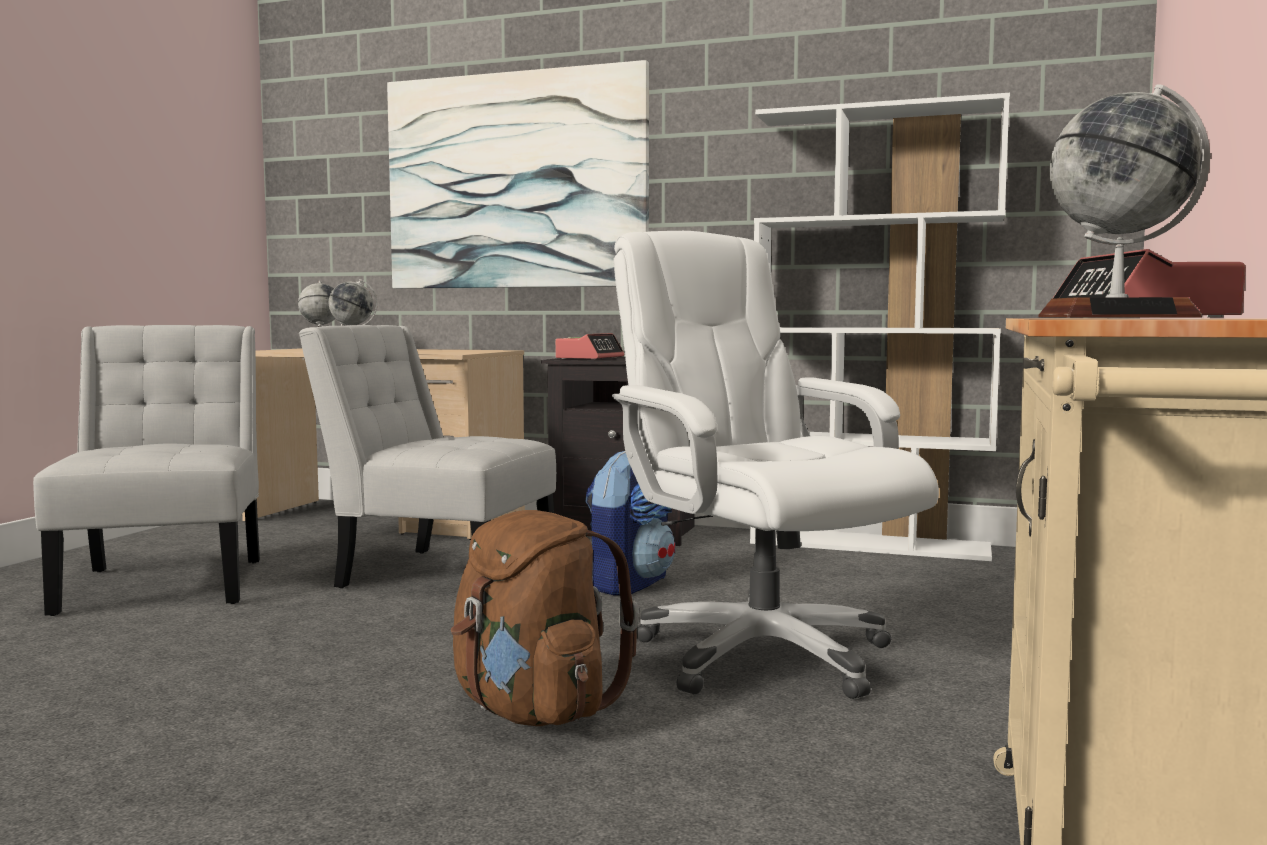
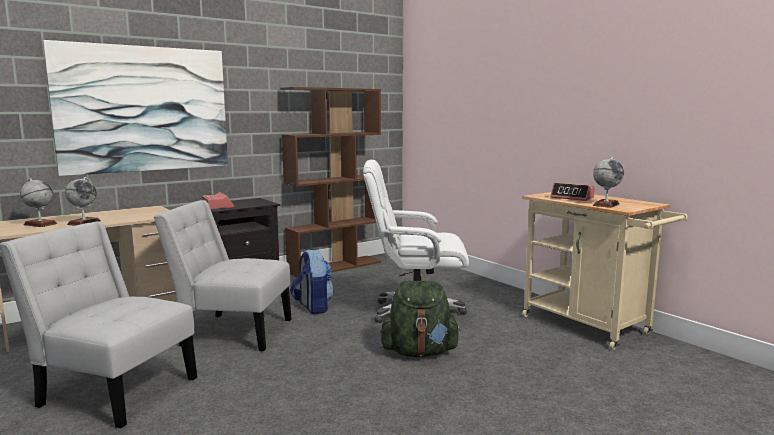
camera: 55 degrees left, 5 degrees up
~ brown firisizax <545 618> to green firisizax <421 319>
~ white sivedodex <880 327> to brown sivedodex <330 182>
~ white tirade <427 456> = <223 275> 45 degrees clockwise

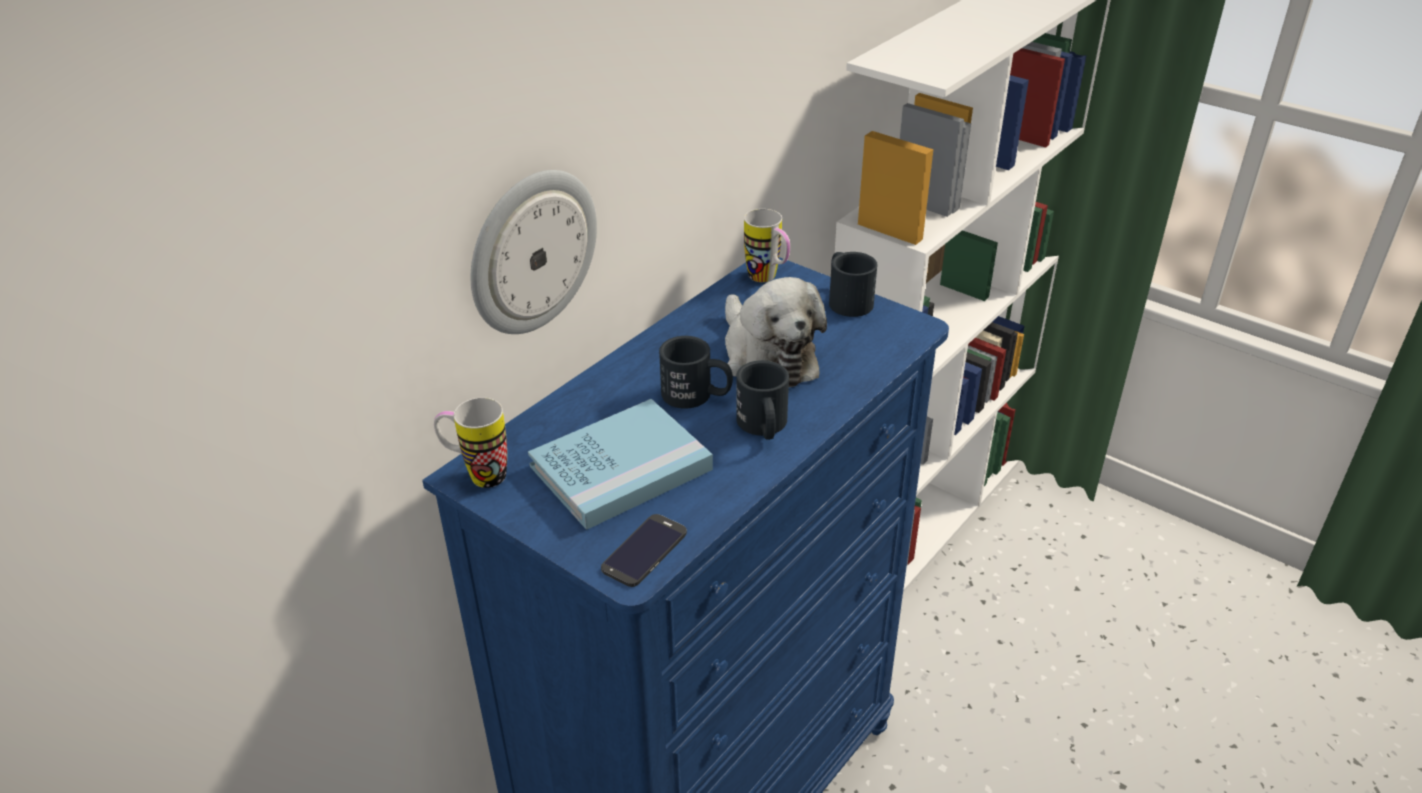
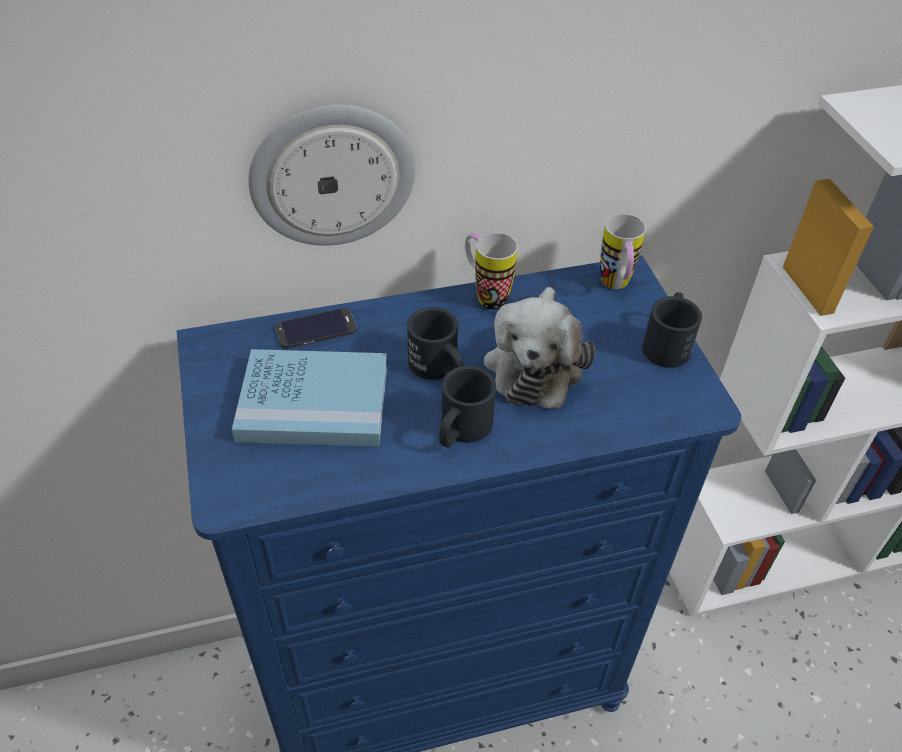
camera: 35 degrees right, 10 degrees up
~ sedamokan <470 443> to <491 271>
~ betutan <644 550> to <316 328>

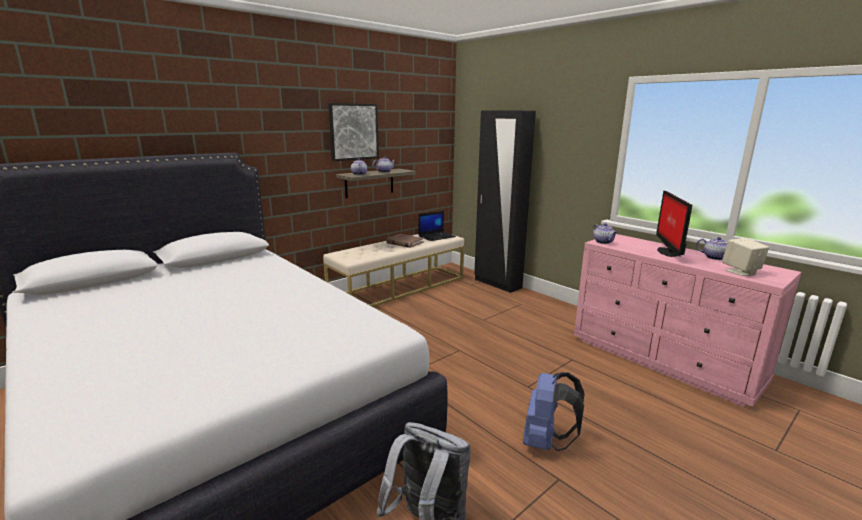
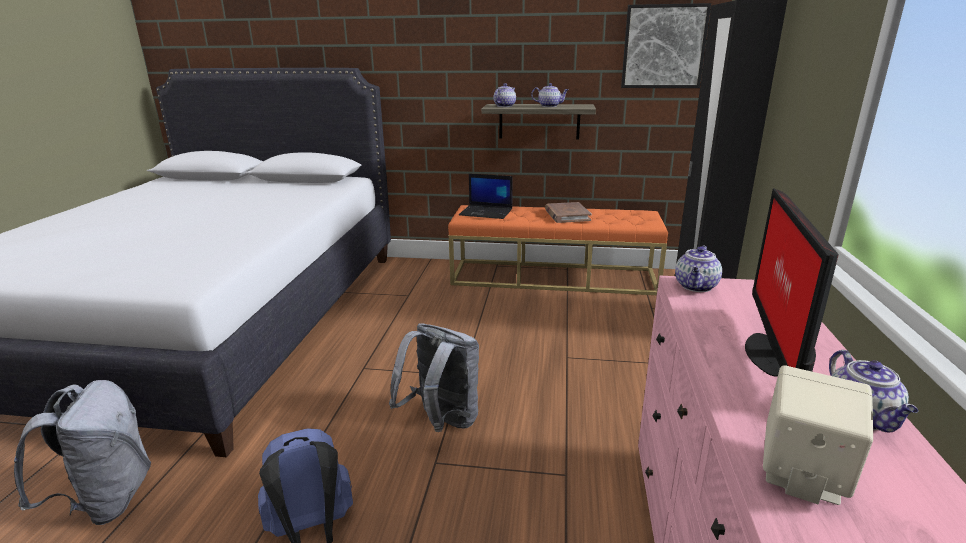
camera: 50 degrees right, 5 degrees up
+ grey firisizax <434 377>
~ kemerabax <353 132> to <666 45>
~ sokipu <437 226> to <486 196>
~ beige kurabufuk <393 270> to orange kurabufuk <558 250>
~ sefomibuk <674 224> = <792 283> 45 degrees counterclockwise

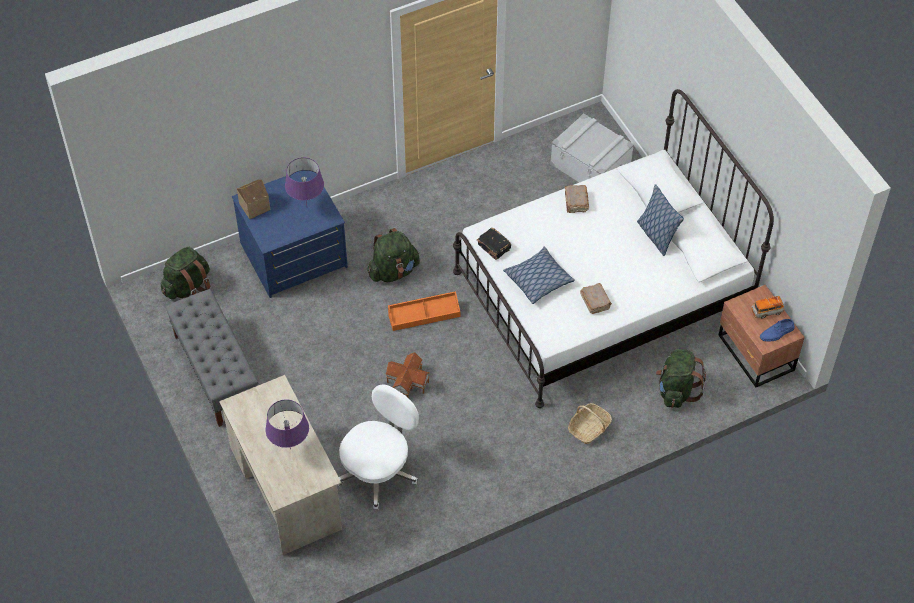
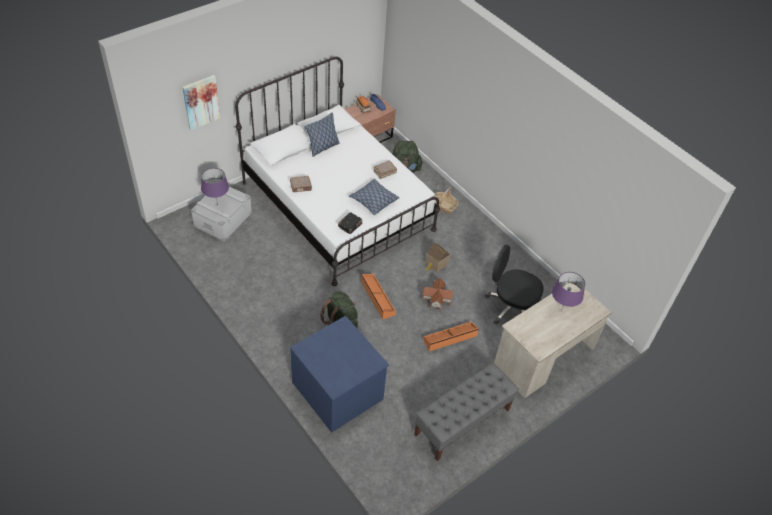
camera: 105 degrees left, 5 degrees down
- green firisizax <185 273>
+ kemerabax <201 102>
+ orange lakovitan <451 336>
~ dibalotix <253 199> to <437 258>
~ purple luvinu <304 181> to <215 186>
~ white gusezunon <378 446> to black gusezunon <514 284>

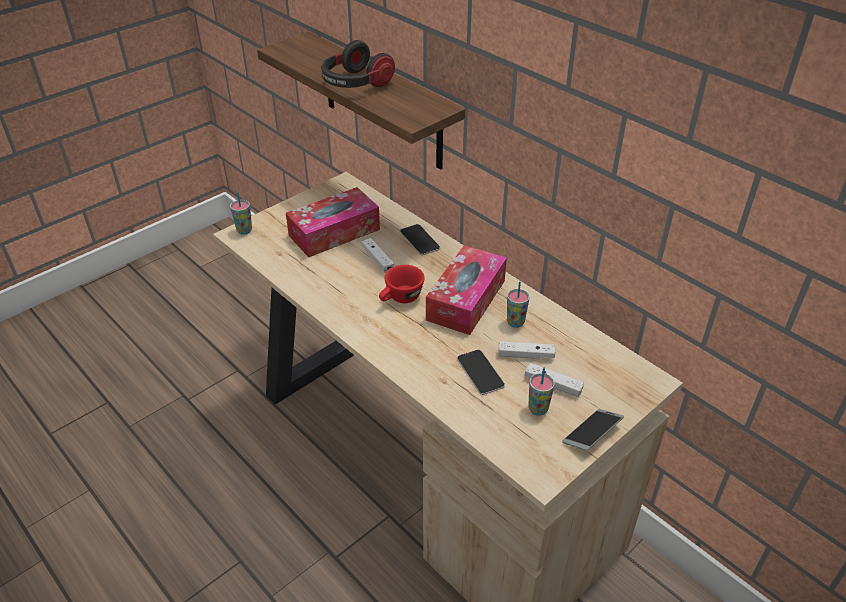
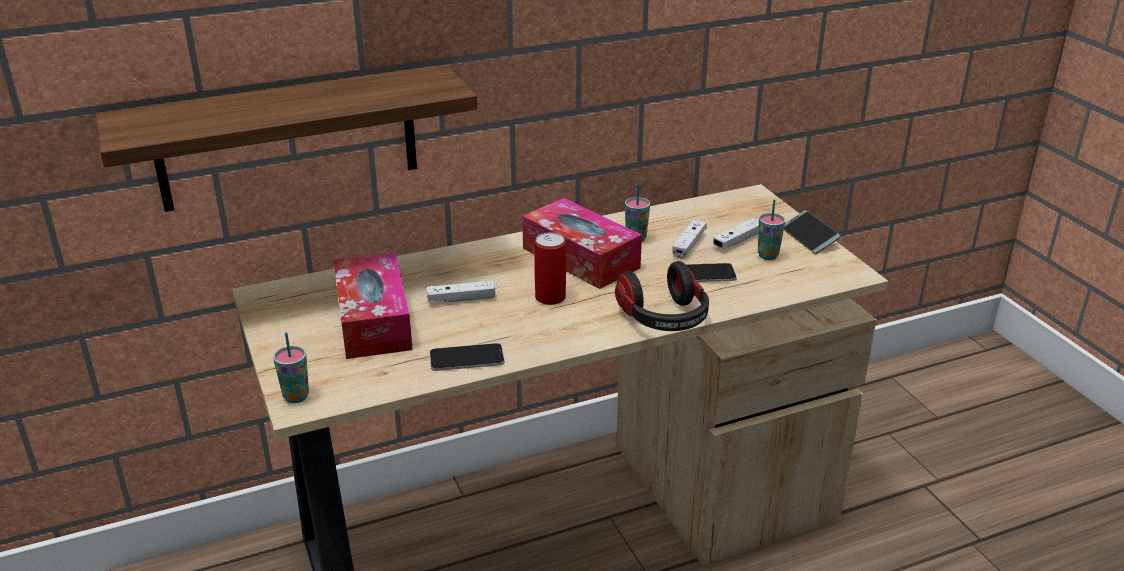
camera: 70 degrees left, 10 degrees down
~ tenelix <358 64> to <662 296>
~ betutan <420 239> to <467 357>
~ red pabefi <402 284> to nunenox <550 268>

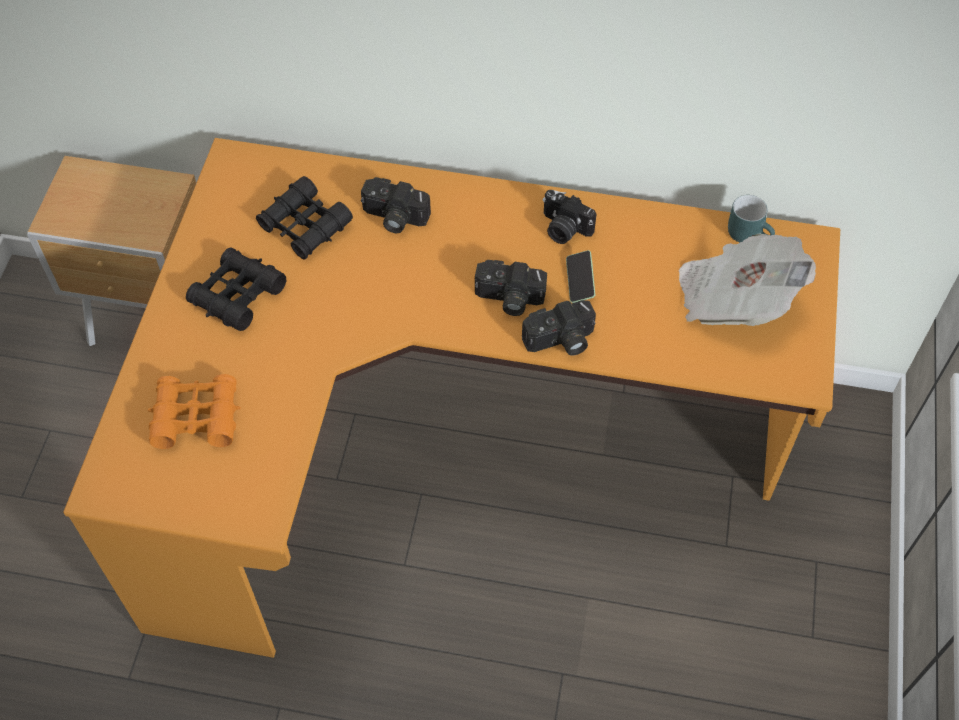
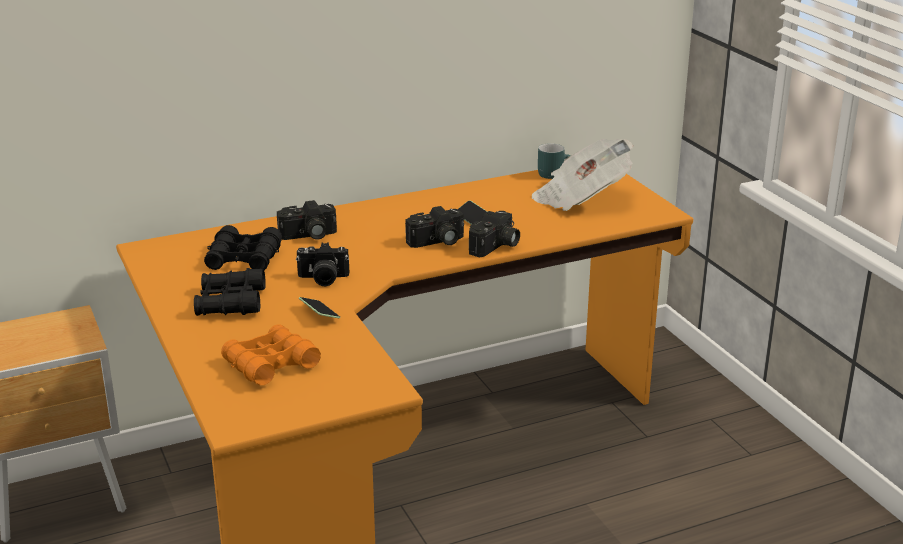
camera: 35 degrees left, 30 degrees down
+ betutan <319 307>
~ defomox <570 217> to <322 264>

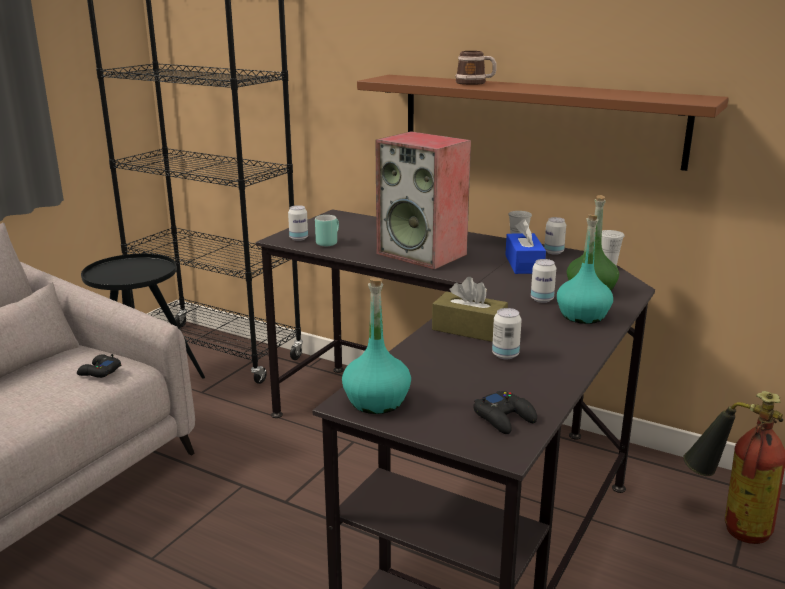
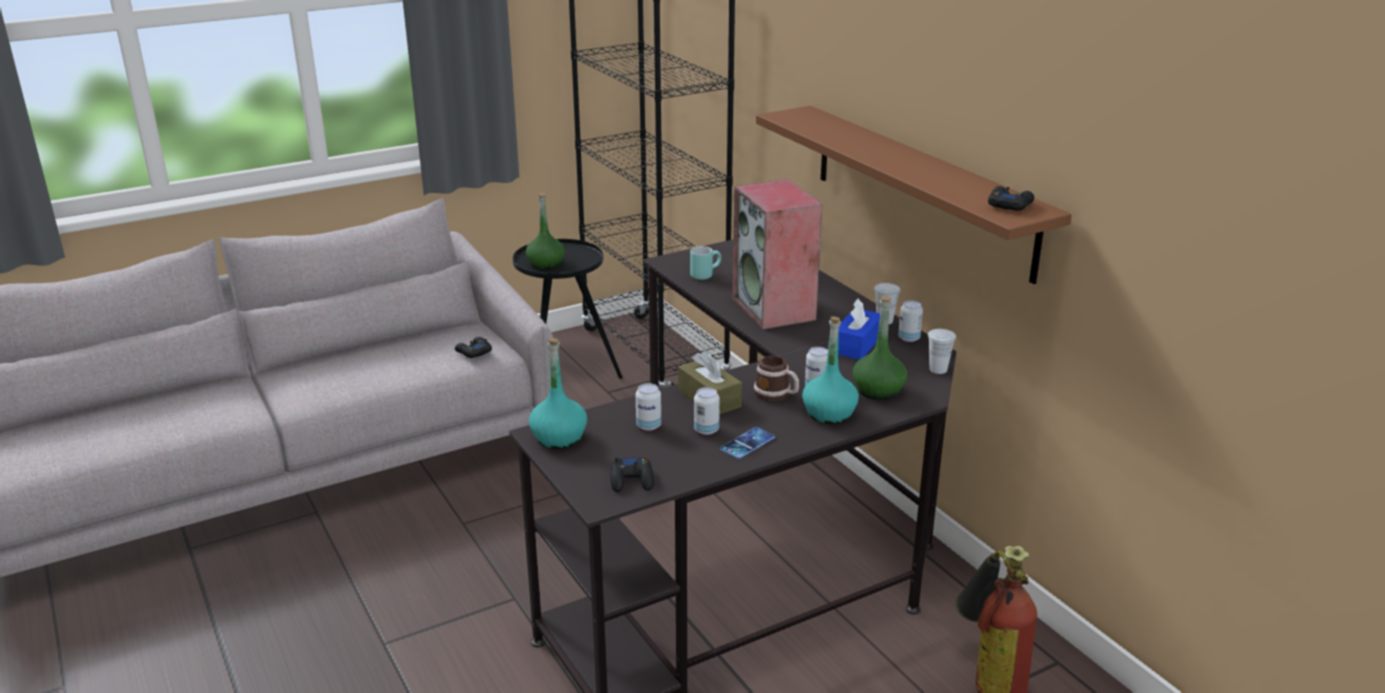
camera: 30 degrees right, 5 degrees up
+ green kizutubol <545 231>
+ betutan <747 443>
+ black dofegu <1011 198>
~ nunenox <298 223> to <648 407>
~ sedamokan <476 68> to <776 378>

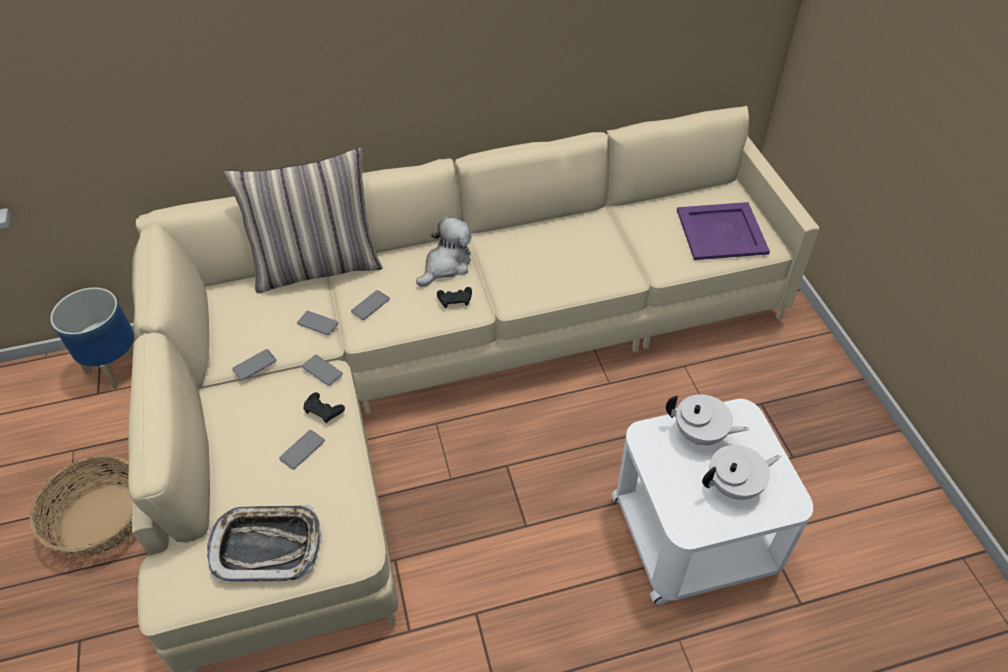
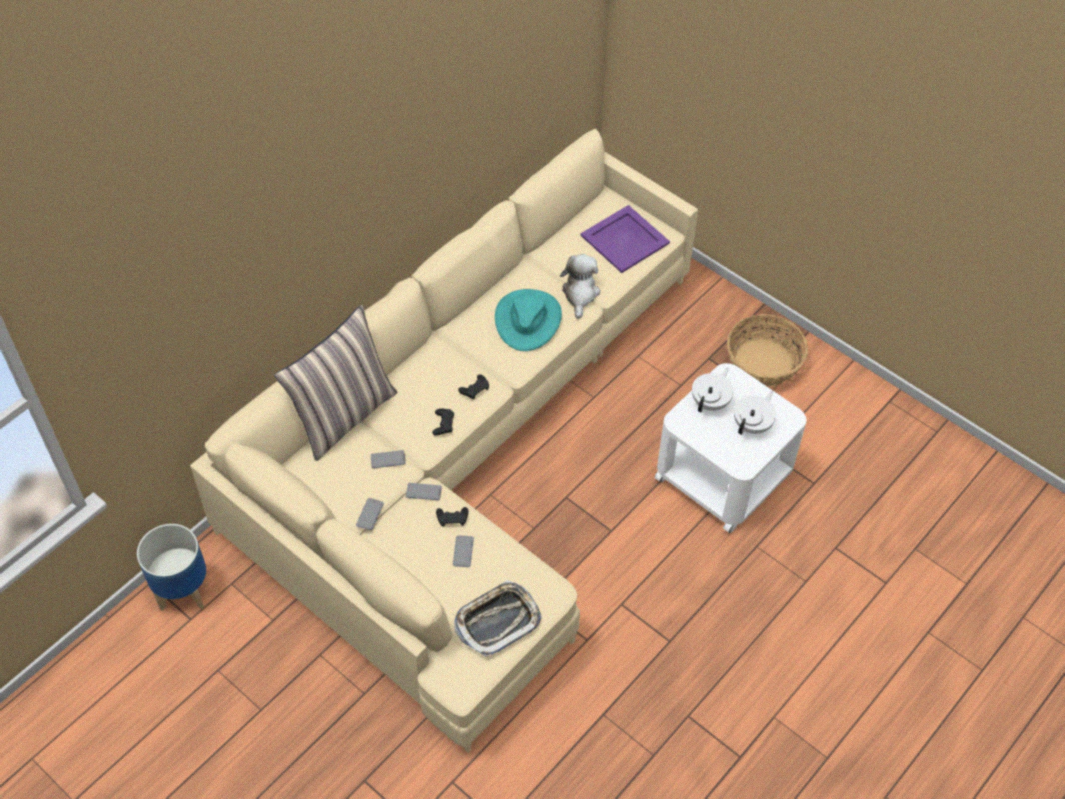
camera: 35 degrees left, 5 degrees up
- betutan <370 305>
+ black dofegu <443 422>
+ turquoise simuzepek <528 320>
~ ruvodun <81 505> to <767 350>
~ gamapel <444 252> to <580 286>
~ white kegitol <707 419> = <713 390> 45 degrees counterclockwise

